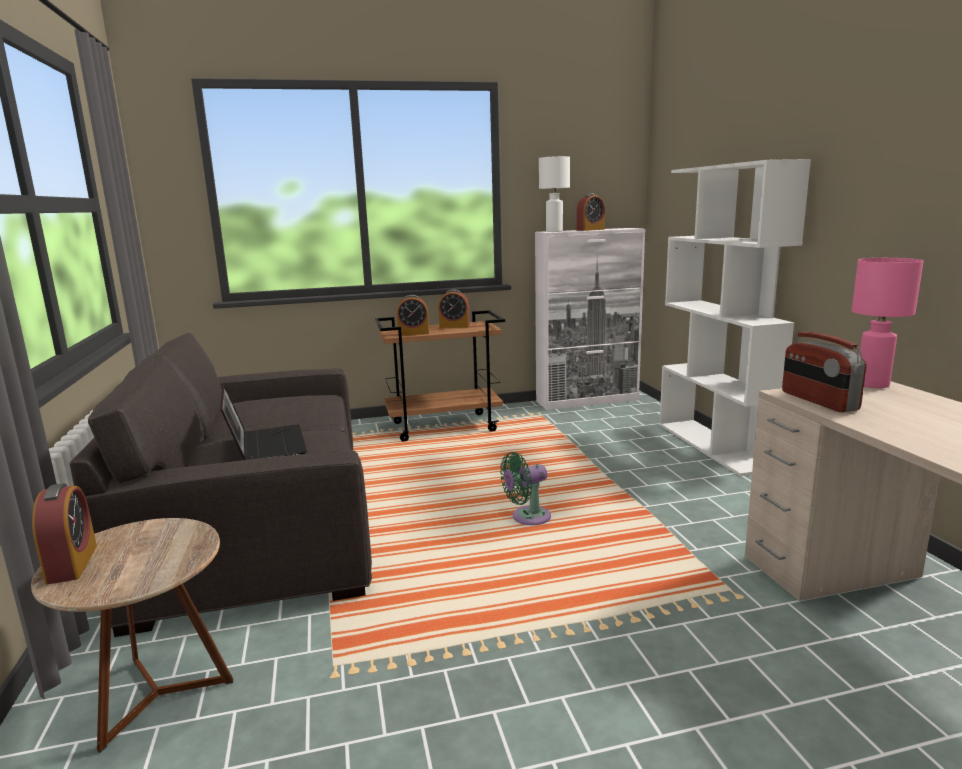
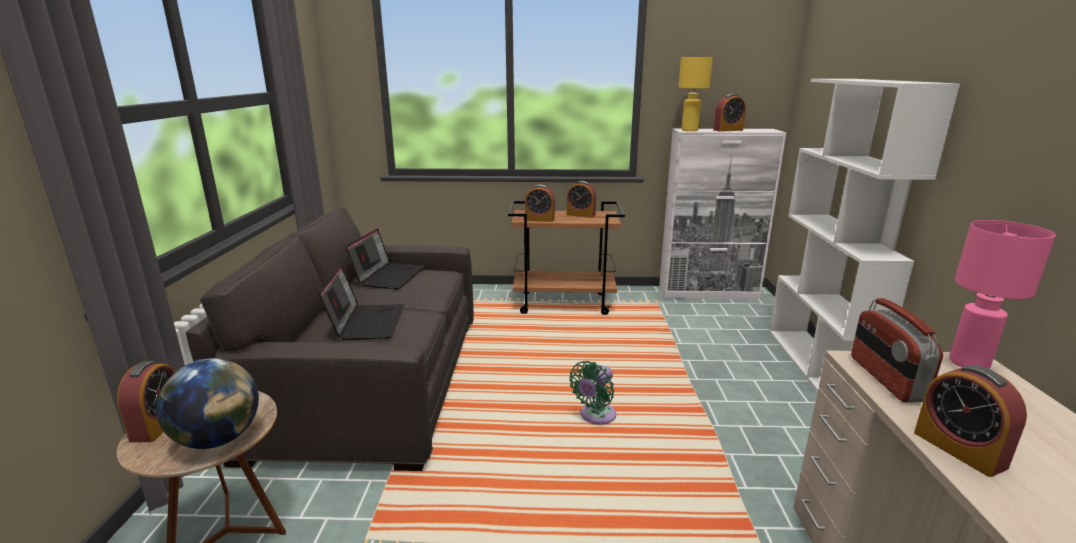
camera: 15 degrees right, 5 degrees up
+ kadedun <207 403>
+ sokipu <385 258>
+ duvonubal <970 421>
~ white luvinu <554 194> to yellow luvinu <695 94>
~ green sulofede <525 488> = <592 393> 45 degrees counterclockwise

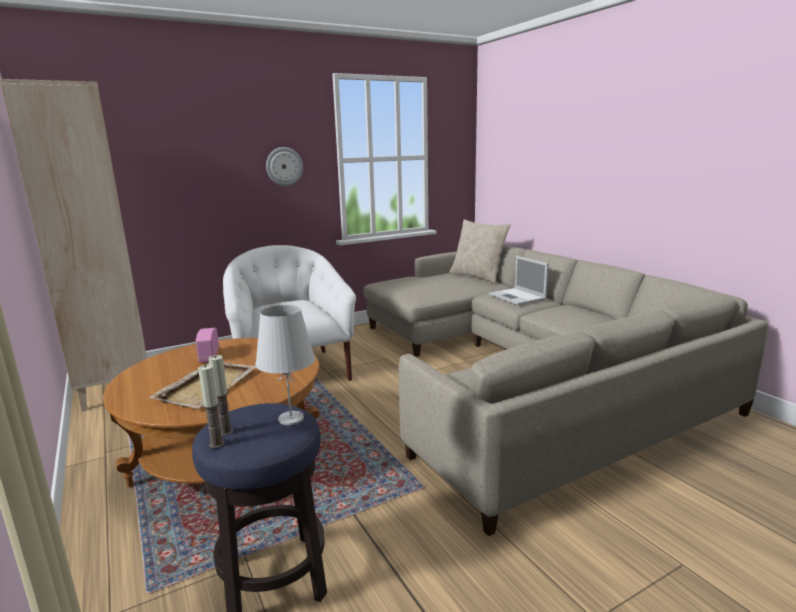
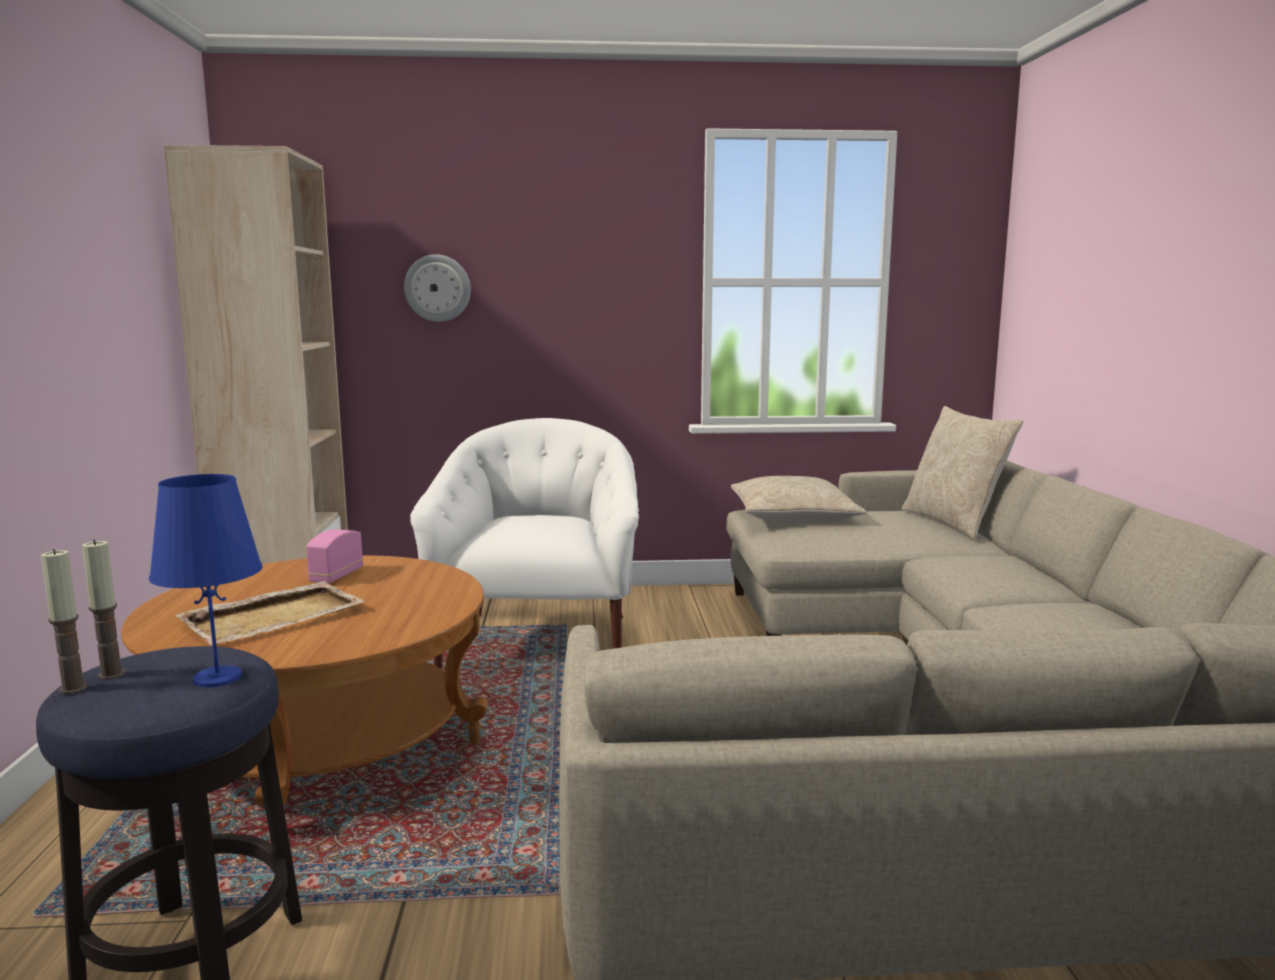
camera: 25 degrees right, 5 degrees down
- sokipu <518 280>
+ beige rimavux <798 499>
~ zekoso <284 166> to <437 288>
~ white luvinu <285 365> to blue luvinu <206 580>

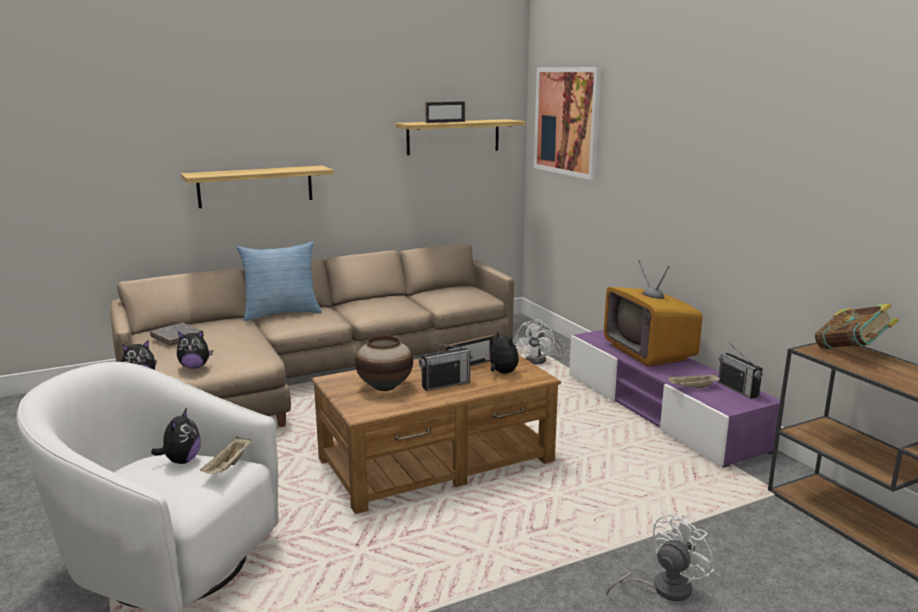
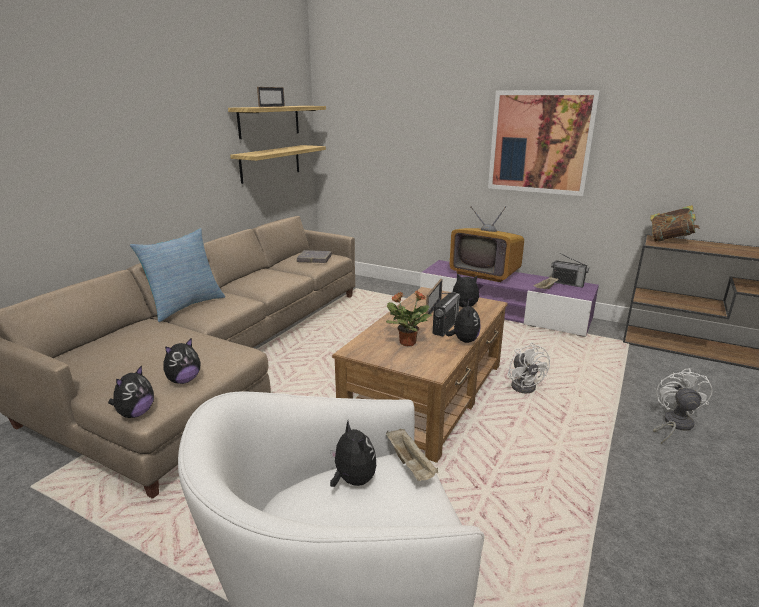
camera: 35 degrees left, 5 degrees up
+ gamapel <463 322>
~ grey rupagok <177 334> to <314 256>
~ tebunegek <257 187> to <278 164>
~ white sulofede <539 341> to <529 367>
~ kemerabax <568 123> to <544 143>
~ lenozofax <384 363> to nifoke <409 318>

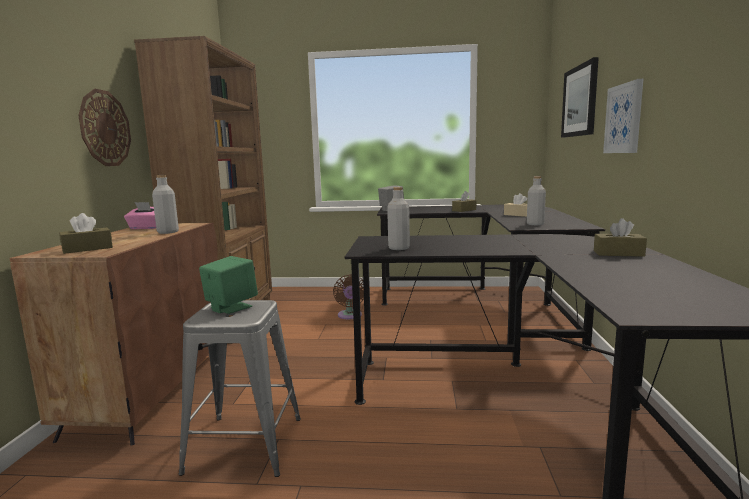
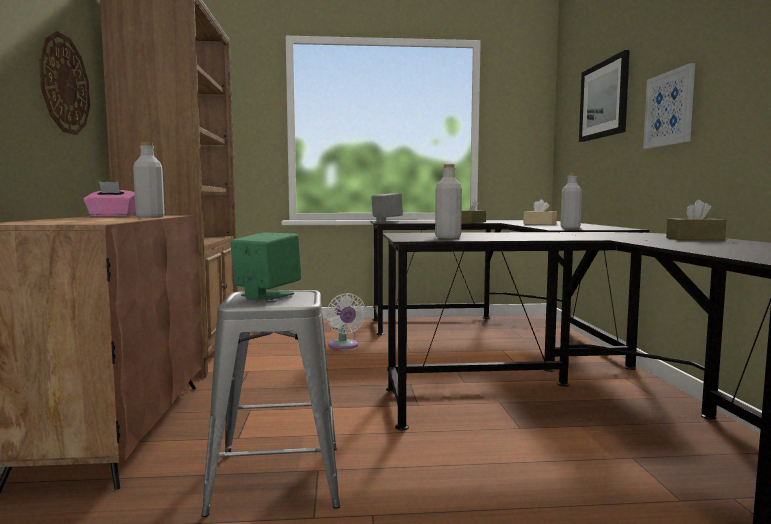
camera: 10 degrees left, 5 degrees down
- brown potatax <86 233>
~ brown sulofede <348 296> to white sulofede <346 321>

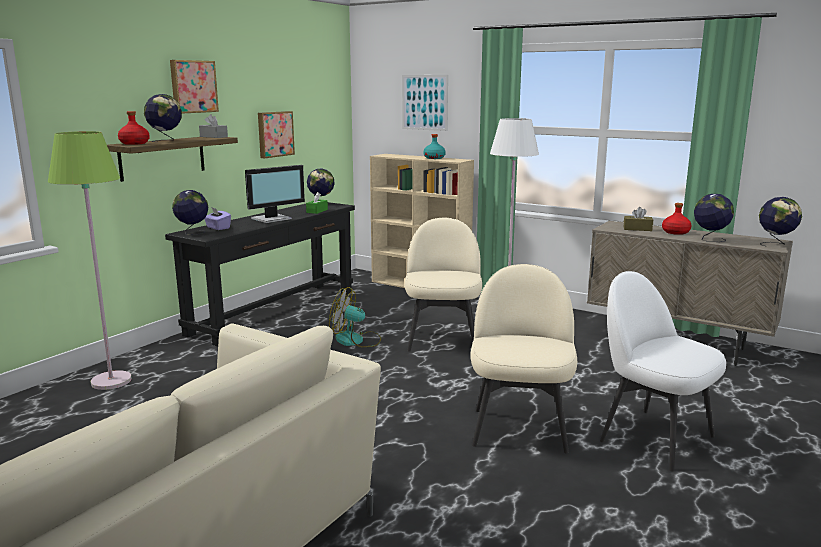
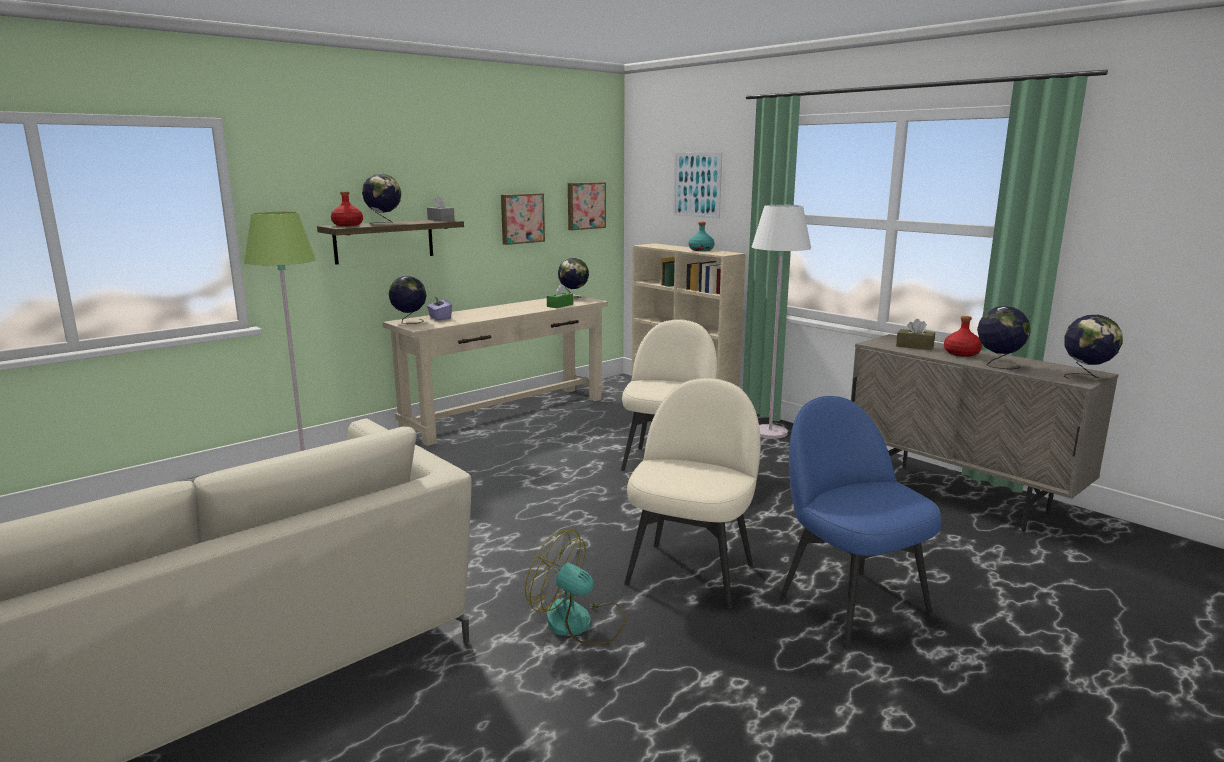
camera: 15 degrees right, 0 degrees up
- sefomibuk <275 194>
~ kemerabax <194 87> to <587 206>
~ sulofede <355 317> to <575 587>
~ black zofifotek <260 274> to beige zofifotek <495 370>
~ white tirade <663 371> to blue tirade <860 522>

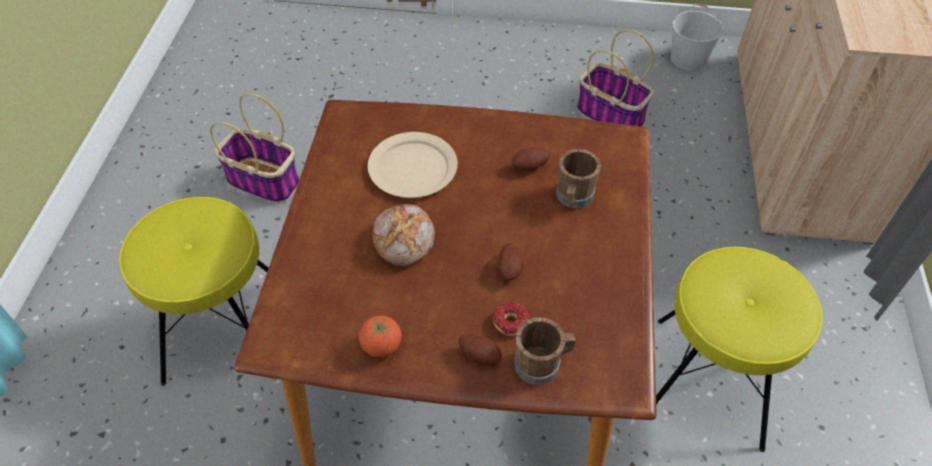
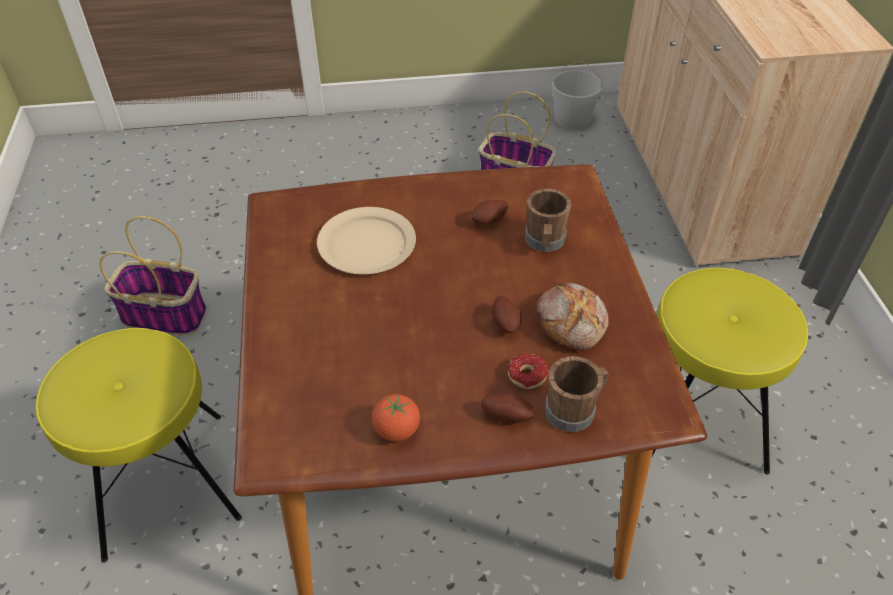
camera: 15 degrees left, 5 degrees down
~ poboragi <403 235> to <572 317>

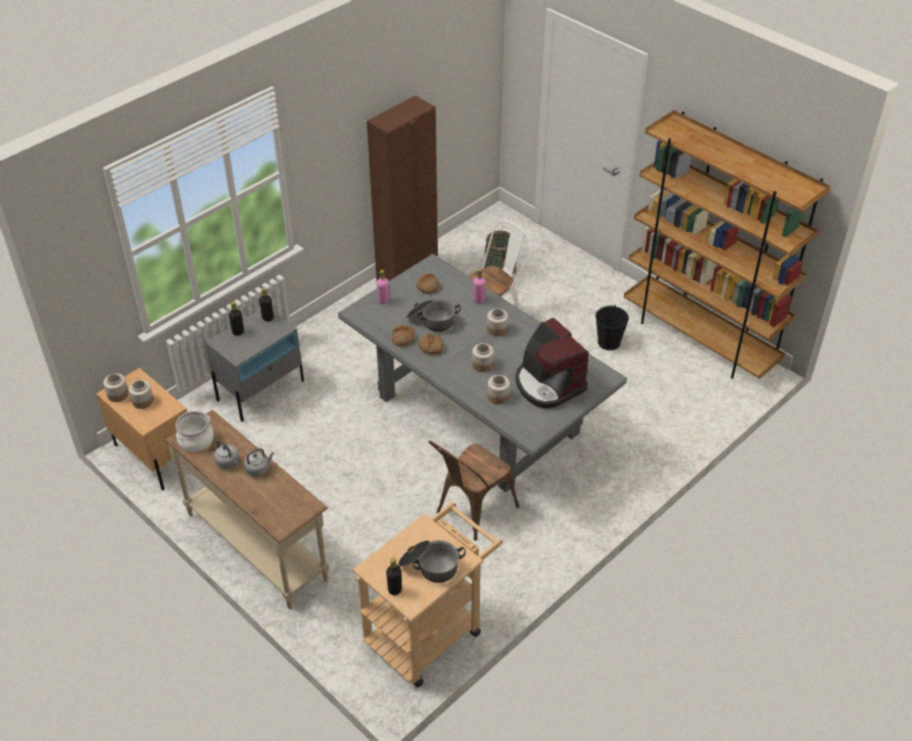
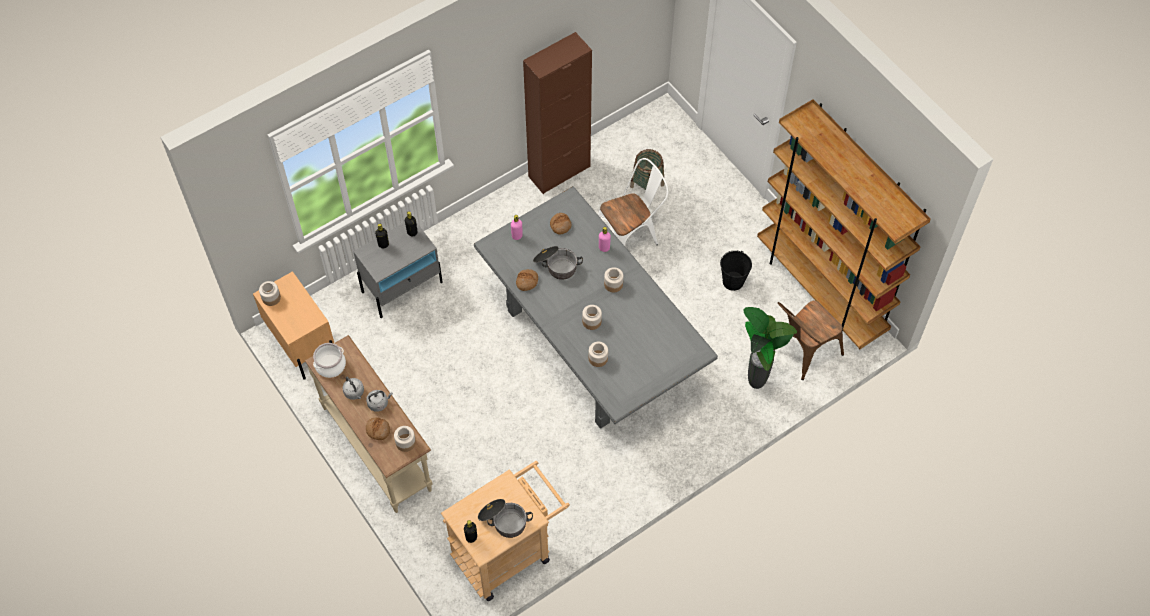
camera: 10 degrees right, 15 degrees up
- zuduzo <552 362>
+ nifoke <770 348>
~ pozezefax <141 394> to <405 439>
~ poboragi <431 344> to <378 428>
~ brown tirade <473 490> to <808 340>

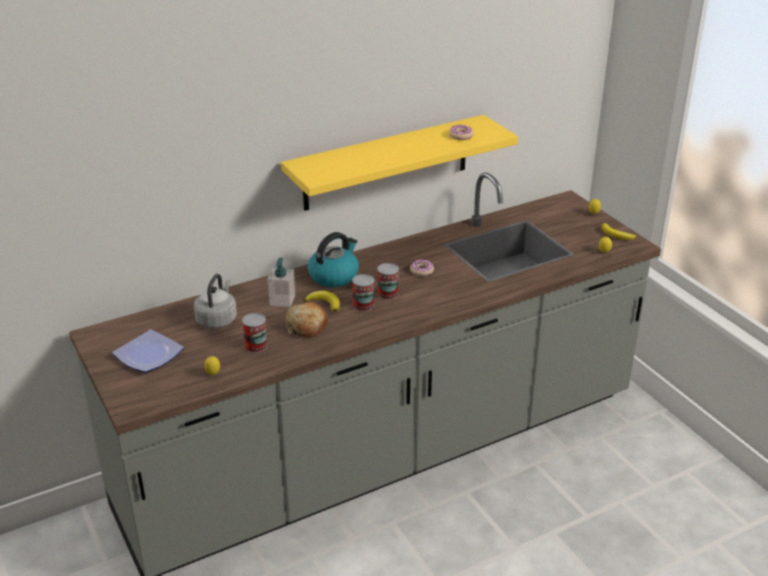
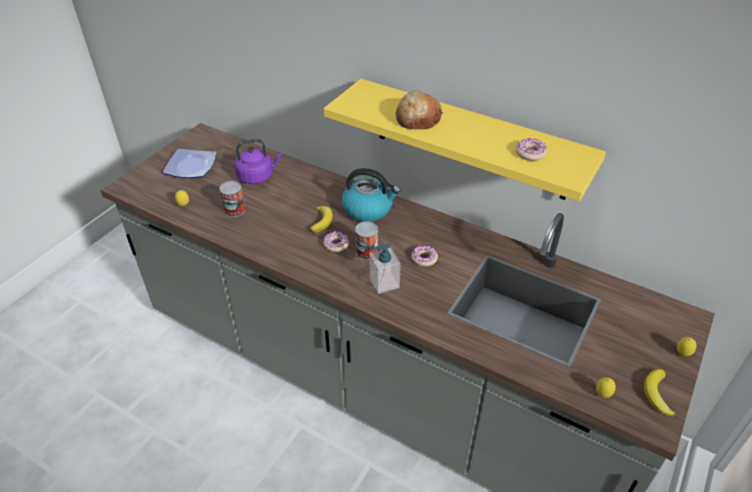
camera: 60 degrees right, 10 degrees up
~ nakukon <281 282> to <385 268>
~ poboragi <306 320> to <419 109>
~ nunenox <363 293> to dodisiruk <336 241>
~ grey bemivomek <215 301> to purple bemivomek <258 161>

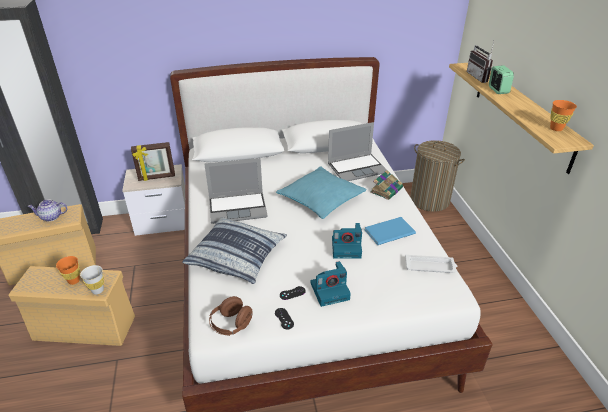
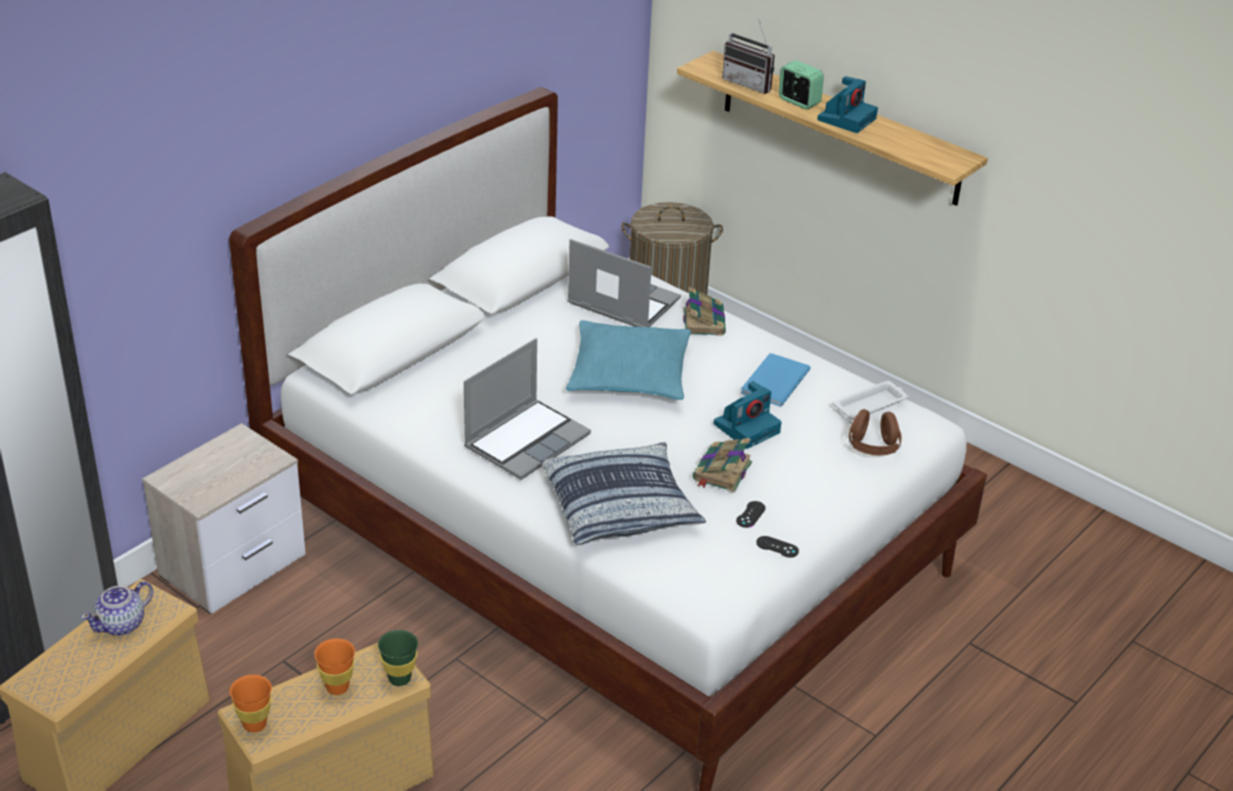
camera: 40 degrees left, 0 degrees up
- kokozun <153 161>
+ rupagok <722 465>
~ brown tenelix <231 316> to <875 432>
~ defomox <331 284> to <847 104>
~ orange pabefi <563 115> to <251 704>
~ white pabefi <92 279> to green pabefi <398 658>
~ sokipu <357 151> = <624 283> 90 degrees counterclockwise

